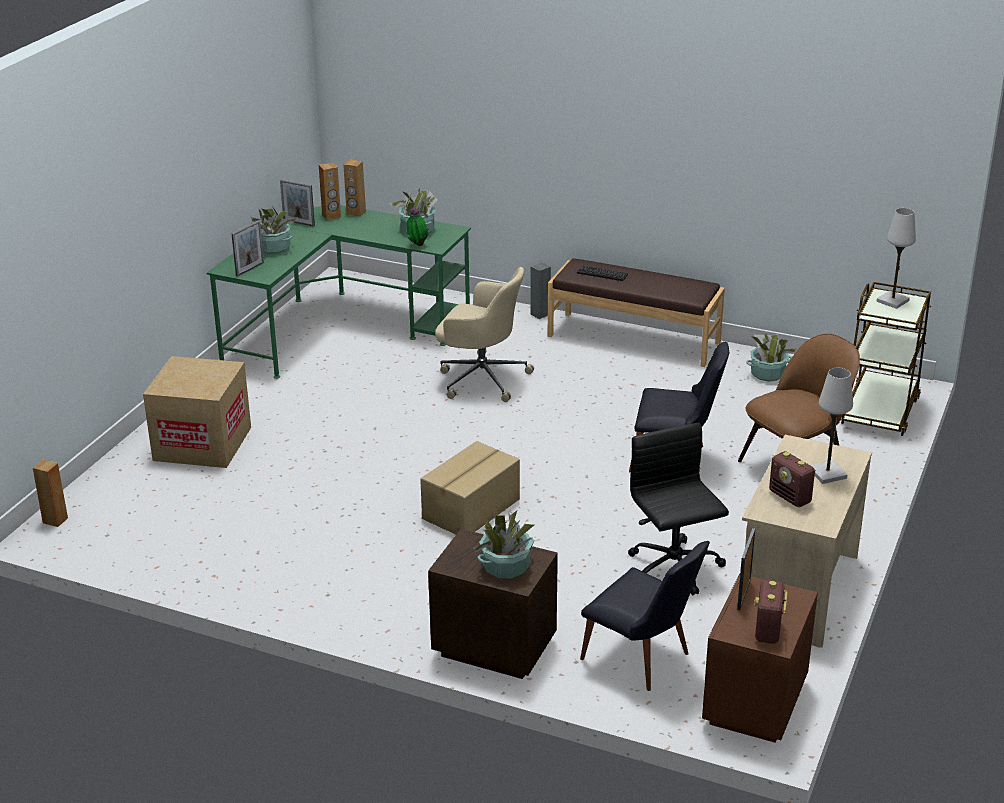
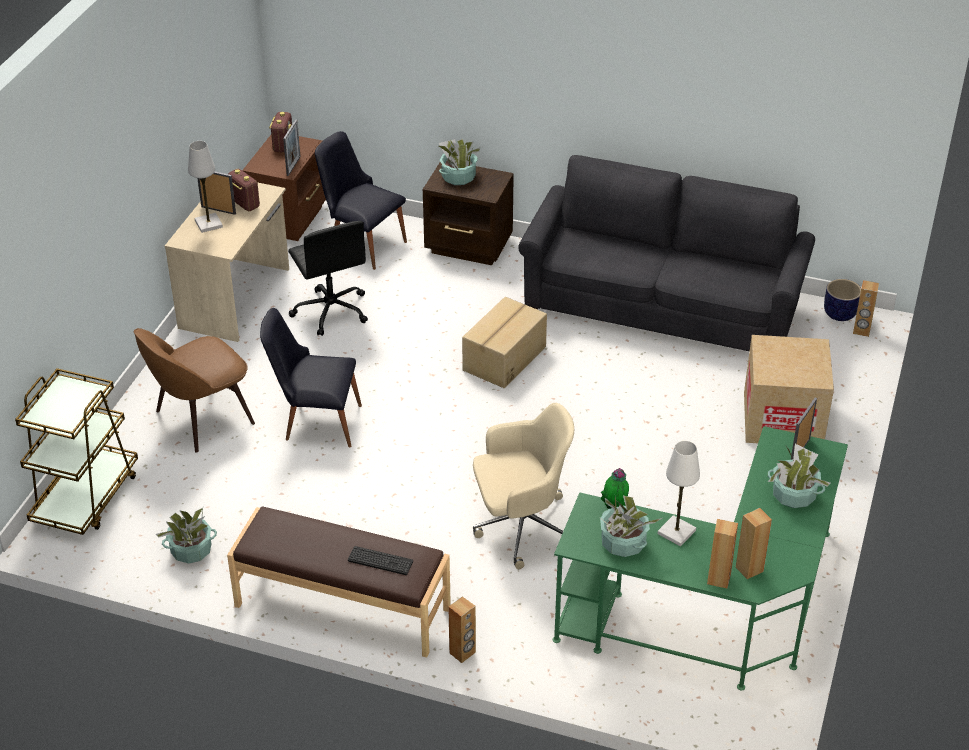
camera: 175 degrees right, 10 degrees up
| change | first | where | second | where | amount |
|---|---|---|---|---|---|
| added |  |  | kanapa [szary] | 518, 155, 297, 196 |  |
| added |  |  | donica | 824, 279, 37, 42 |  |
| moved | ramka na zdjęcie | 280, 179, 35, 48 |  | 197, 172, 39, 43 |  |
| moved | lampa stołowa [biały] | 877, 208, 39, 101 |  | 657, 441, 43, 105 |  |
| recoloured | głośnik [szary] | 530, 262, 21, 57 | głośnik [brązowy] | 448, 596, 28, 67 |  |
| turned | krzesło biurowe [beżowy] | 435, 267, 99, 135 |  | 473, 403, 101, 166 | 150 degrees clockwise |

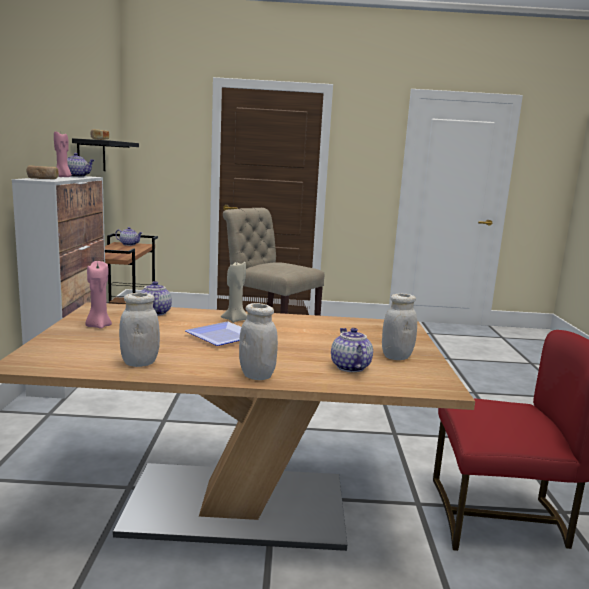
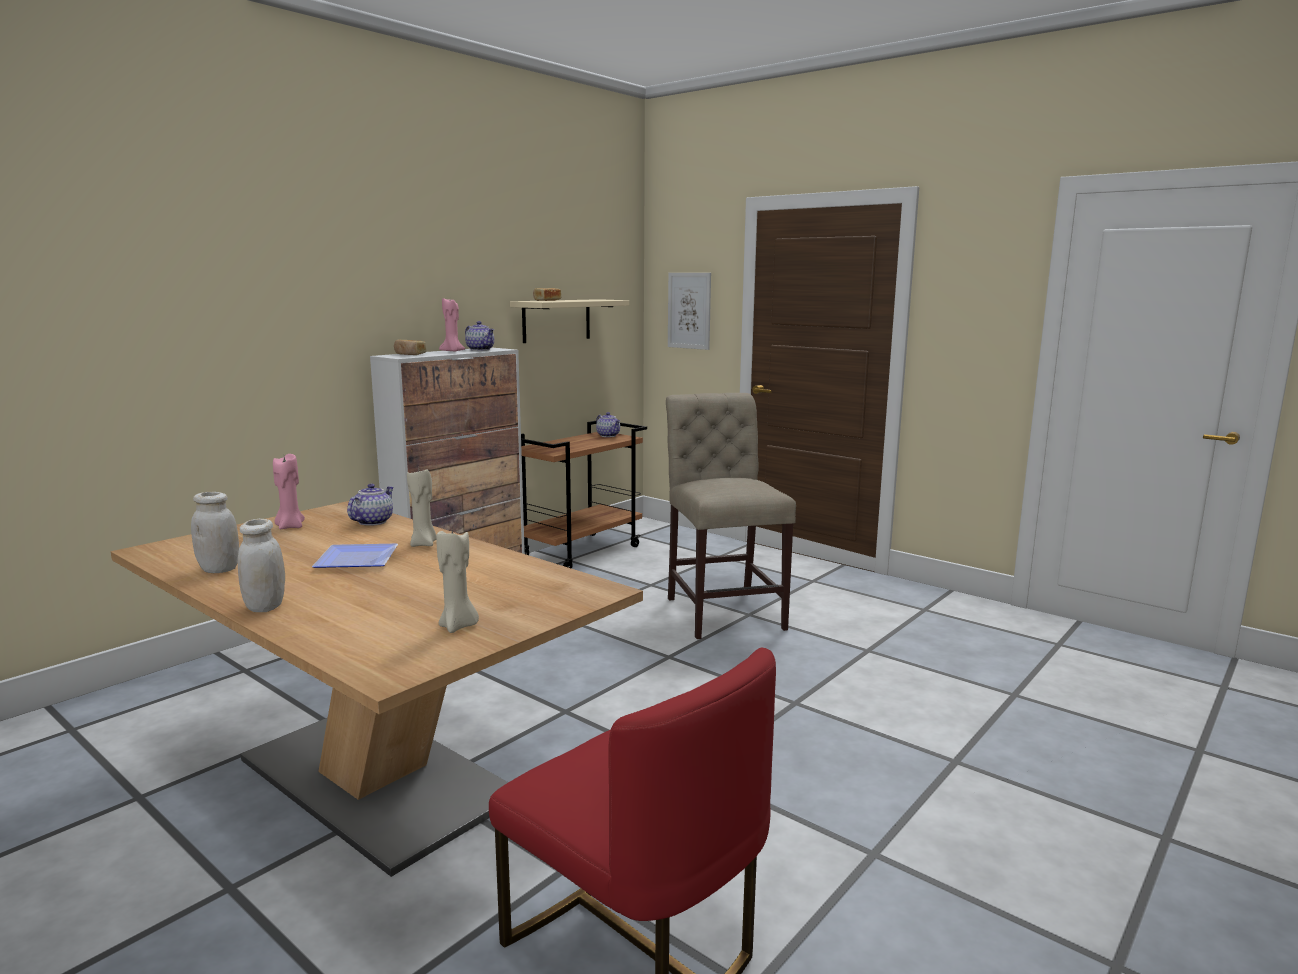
camera: 40 degrees right, 0 degrees up
| change | first | where | second | where | amount |
|---|---|---|---|---|---|
| removed | imbryk | 331, 328, 42, 44 |  |  |  |
| added |  |  | obraz | 668, 273, 43, 77 |  |
| replaced | słoik [biały] | 382, 294, 35, 66 | świeca [beżowy] | 436, 529, 43, 104 |  |
| recoloured | półka [czarny] | 72, 138, 67, 33 | półka [beżowy] | 510, 299, 119, 44 |  |

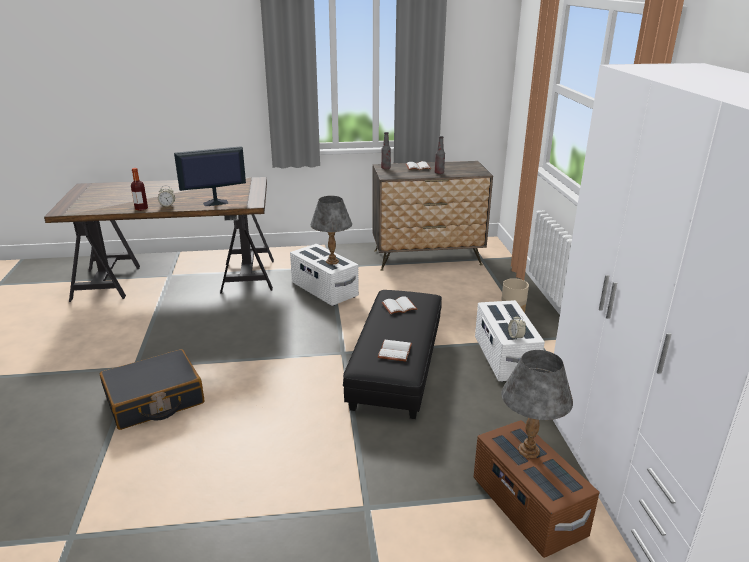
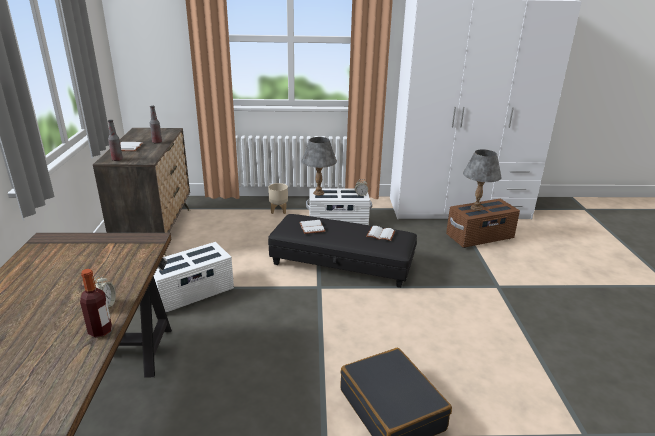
camera: 85 degrees left, 0 degrees up
| change | first | where | second | where | amount |
|---|---|---|---|---|---|
| removed | monitor | 174, 146, 72, 60 |  |  |  |
| moved | lampa stołowa [szary] | 311, 196, 41, 69 |  | 302, 137, 35, 59 |  |

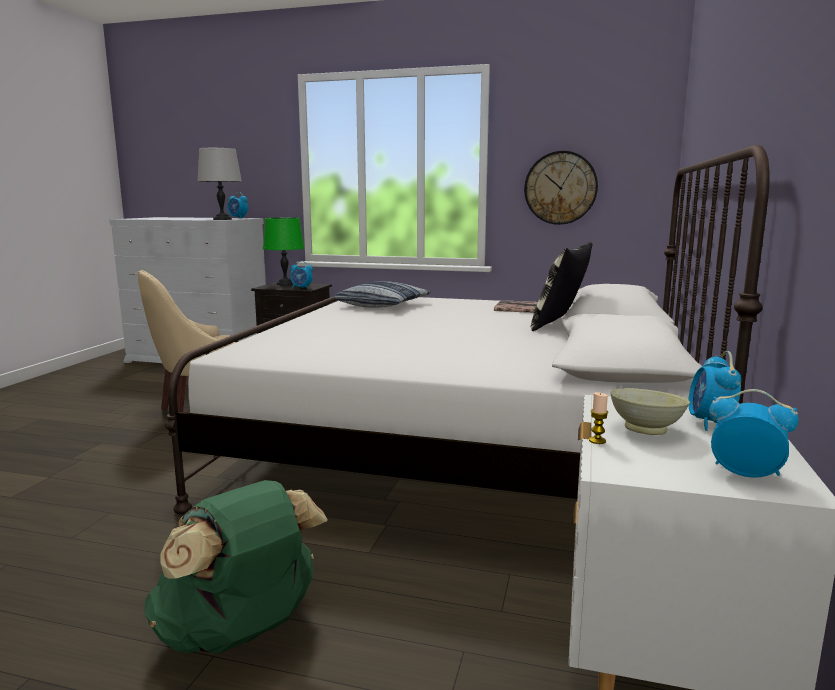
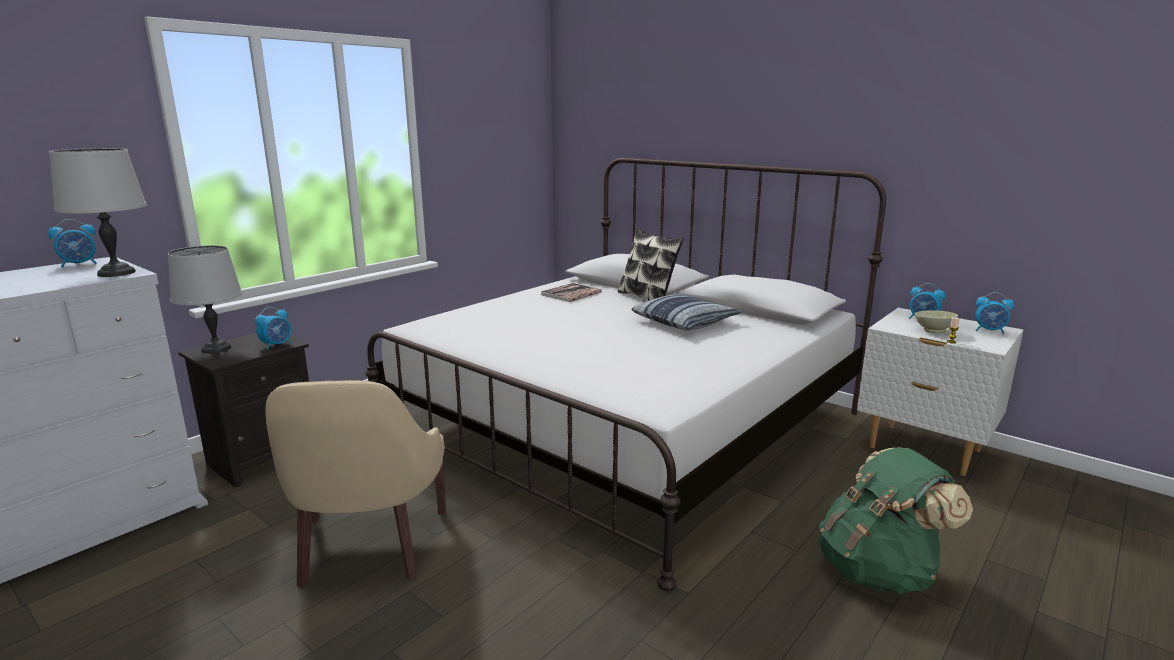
camera: 65 degrees left, 5 degrees up
| change | first | where | second | where | amount |
|---|---|---|---|---|---|
| removed | zegar ścienny | 524, 151, 74, 74 |  |  |  |
| moved | poduszka | 334, 281, 97, 27 |  | 632, 294, 109, 37 |  |
| recoloured | lampa stołowa [zielony] | 263, 217, 41, 68 | lampa stołowa [szary] | 168, 245, 74, 109 |  |
| turned | budzik | 709, 389, 90, 89 |  | 975, 292, 39, 42 | 120 degrees counterclockwise |

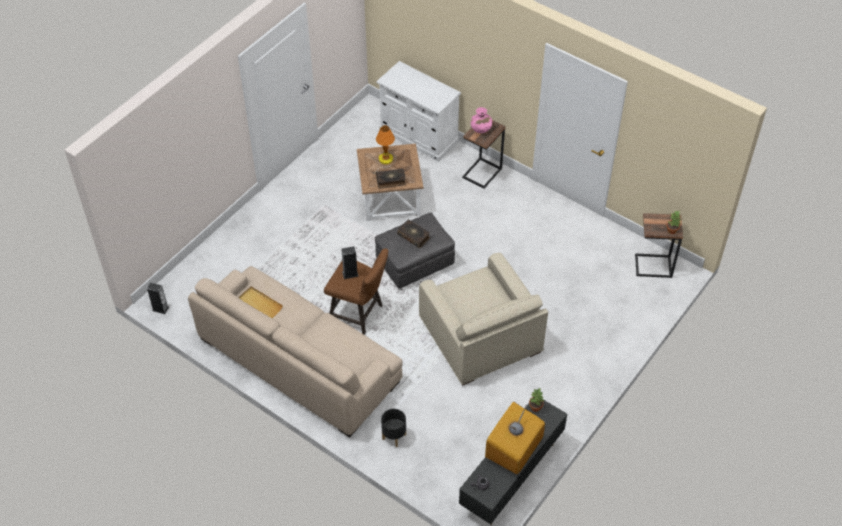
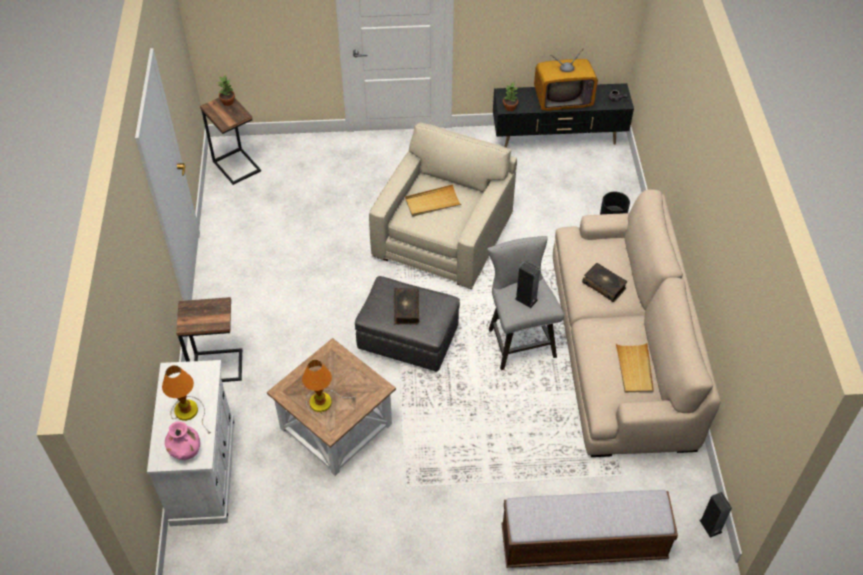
camera: 130 degrees left, 0 degrees up
| change | first | where | second | where | amount |
|---|---|---|---|---|---|
| added |  |  | lampa stołowa | 162, 365, 48, 69 |  |
| added |  |  | taca [beżowy] | 405, 184, 57, 32 |  |
| added |  |  | ławka | 501, 490, 177, 78 |  |
| moved | książka | 376, 168, 30, 21 |  | 582, 263, 45, 39 |  |
| moved | wazon [różowy] | 471, 107, 21, 26 |  | 165, 421, 35, 39 |  |
| recoloured | stołek [brązowy] | 324, 248, 64, 87 | stołek [szary] | 487, 236, 77, 134 |  |

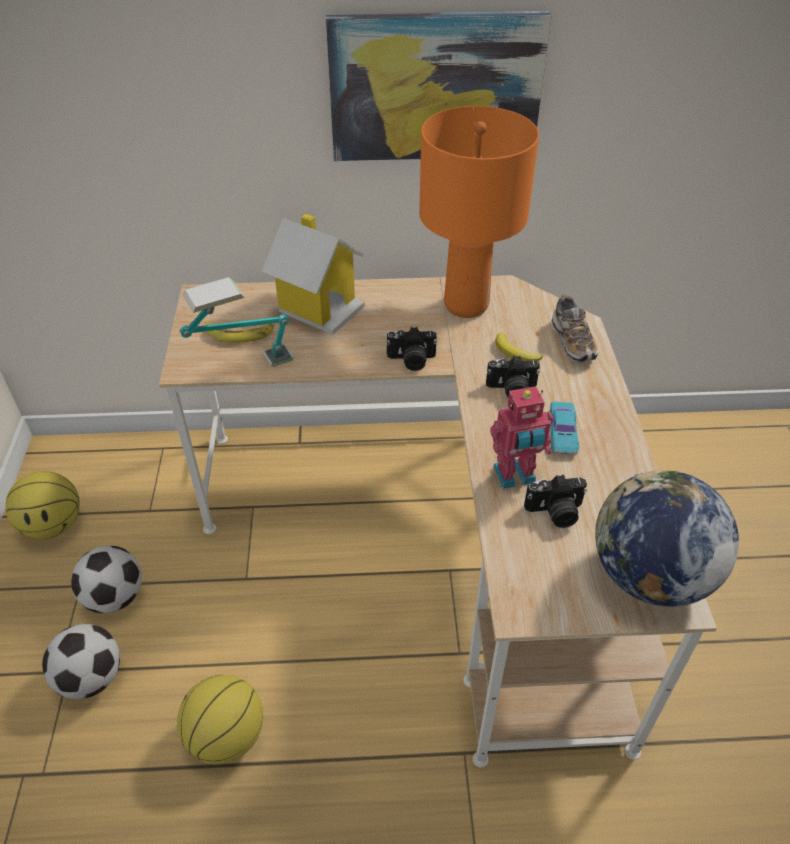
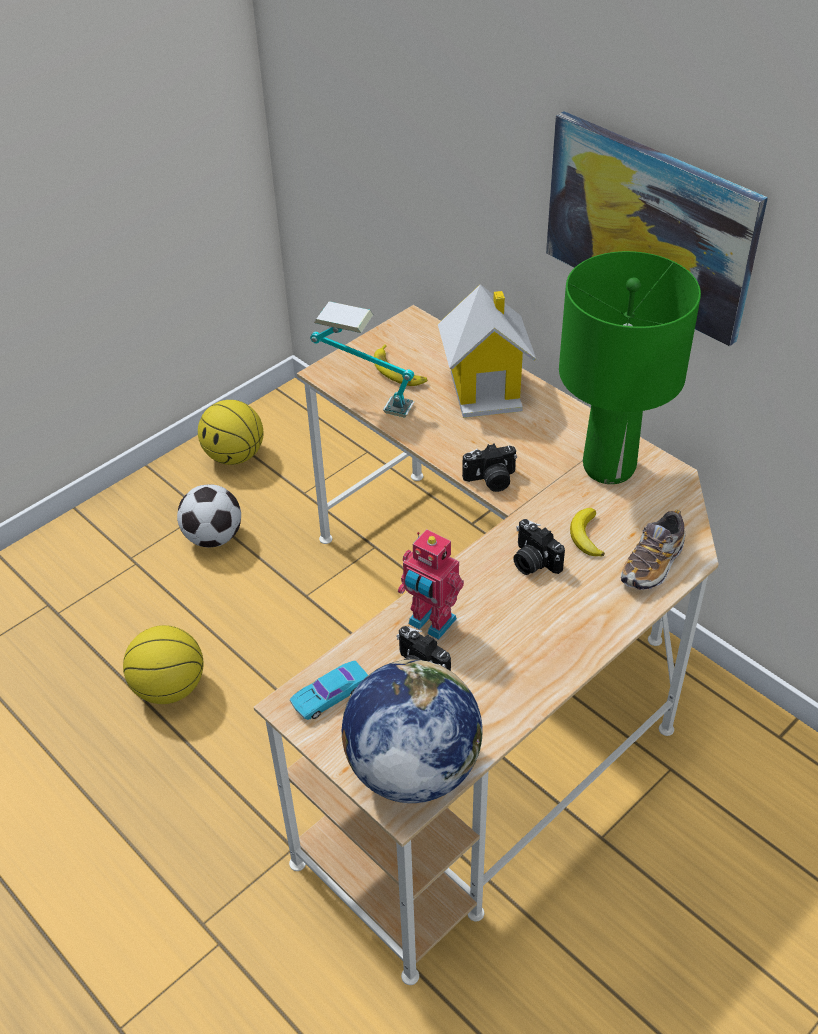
camera: 50 degrees right, 0 degrees up
| change | first | where | second | where | amount |
|---|---|---|---|---|---|
| removed | piłka futbolowa | 42, 624, 78, 75 |  |  |  |
| moved | samochodzik [turkusowy] | 550, 402, 29, 52 |  | 290, 661, 78, 59 |  |
| recoloured | lampa stołowa [pomarańczowy] | 419, 106, 120, 212 | lampa stołowa [zielony] | 559, 251, 142, 233 |  |
| turned | aparat fotograficzny | 386, 327, 51, 44 |  | 462, 443, 55, 49 | 60 degrees counterclockwise |

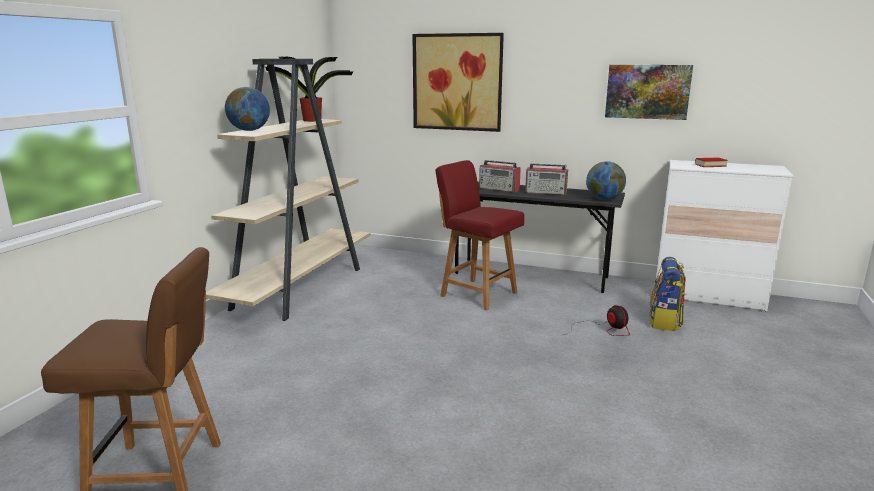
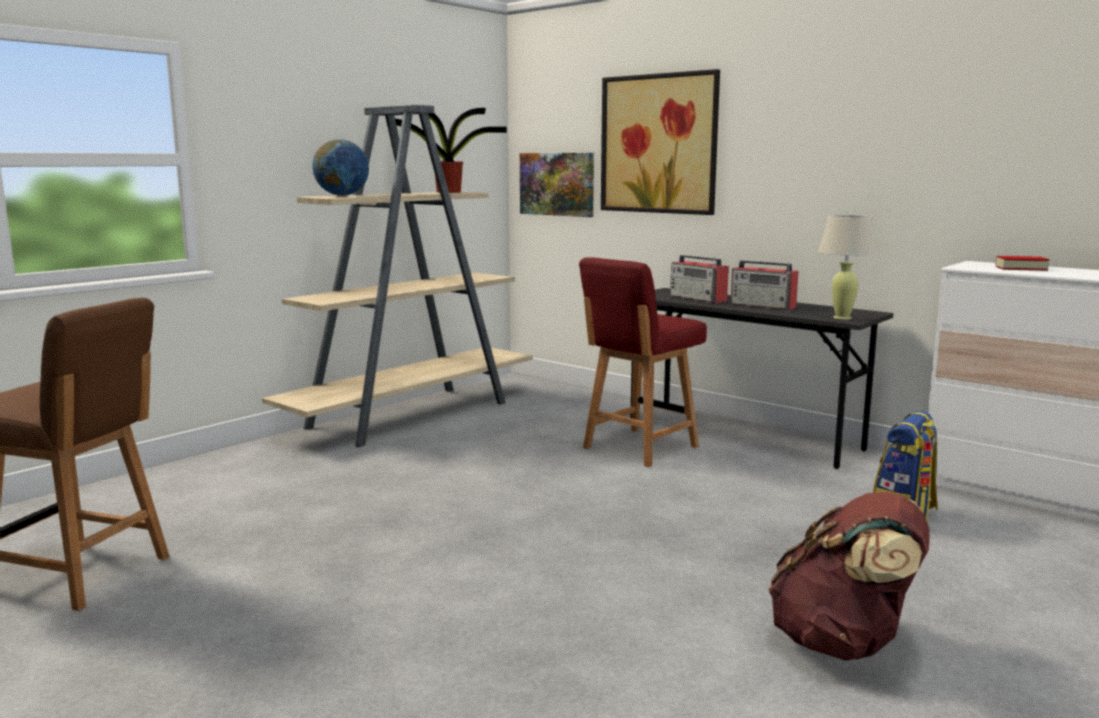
camera: 20 degrees right, 5 degrees down
| change | first | where | second | where | amount |
|---|---|---|---|---|---|
| removed | wentylator | 564, 305, 66, 31 |  |  |  |
| added |  |  | plecak [brązowy] | 768, 492, 162, 169 |  |
| moved | obraz | 605, 65, 88, 55 |  | 520, 153, 74, 64 |  |
| replaced | globus | 586, 161, 40, 39 | lampa stołowa [beżowy] | 818, 215, 59, 105 |  |
| turned | krzesło [czerwony] | 435, 160, 89, 150 |  | 579, 257, 128, 210 | 105 degrees counterclockwise |

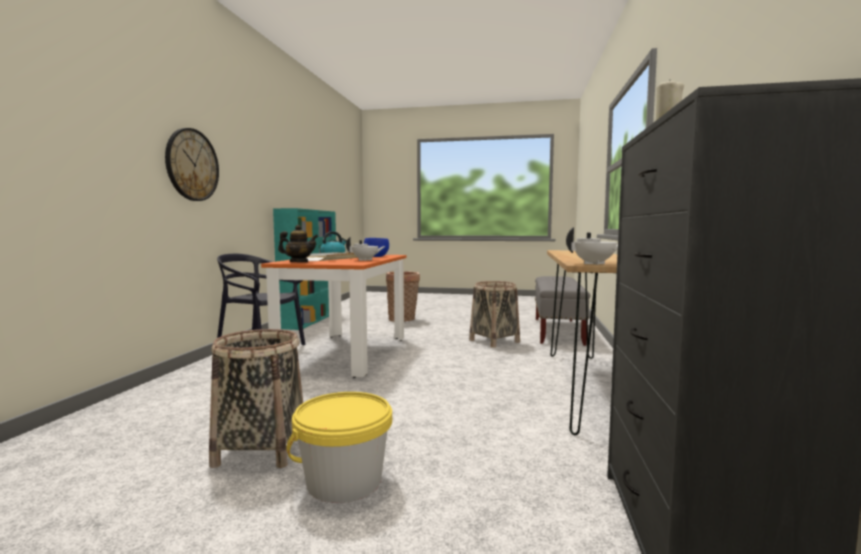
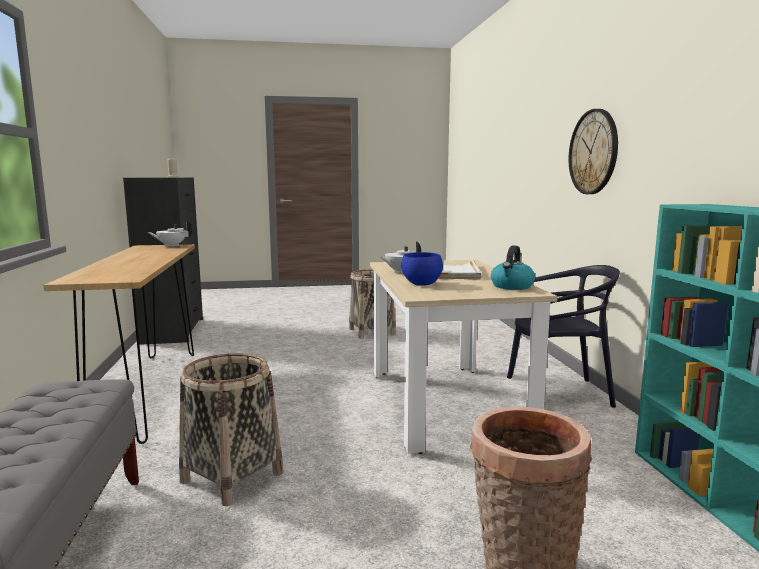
camera: 160 degrees right, 5 degrees up
| change | first | where | second | where | amount |
|---|---|---|---|---|---|
| removed | imbryk | 278, 225, 40, 37 |  |  |  |
| removed | wiadro [żółty] | 286, 392, 106, 111 |  |  |  |
| recoloured | stół jadalny [pomarańczowy] | 261, 255, 146, 123 | stół jadalny [beżowy] | 370, 260, 188, 194 |  |

